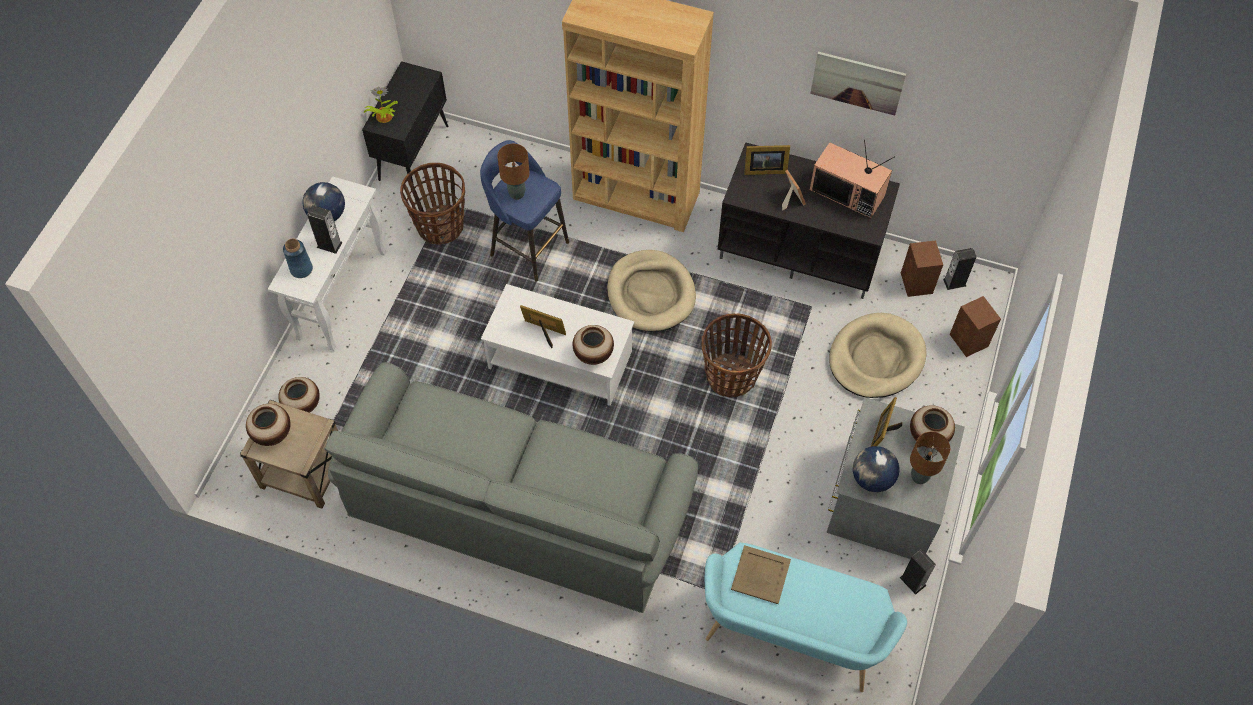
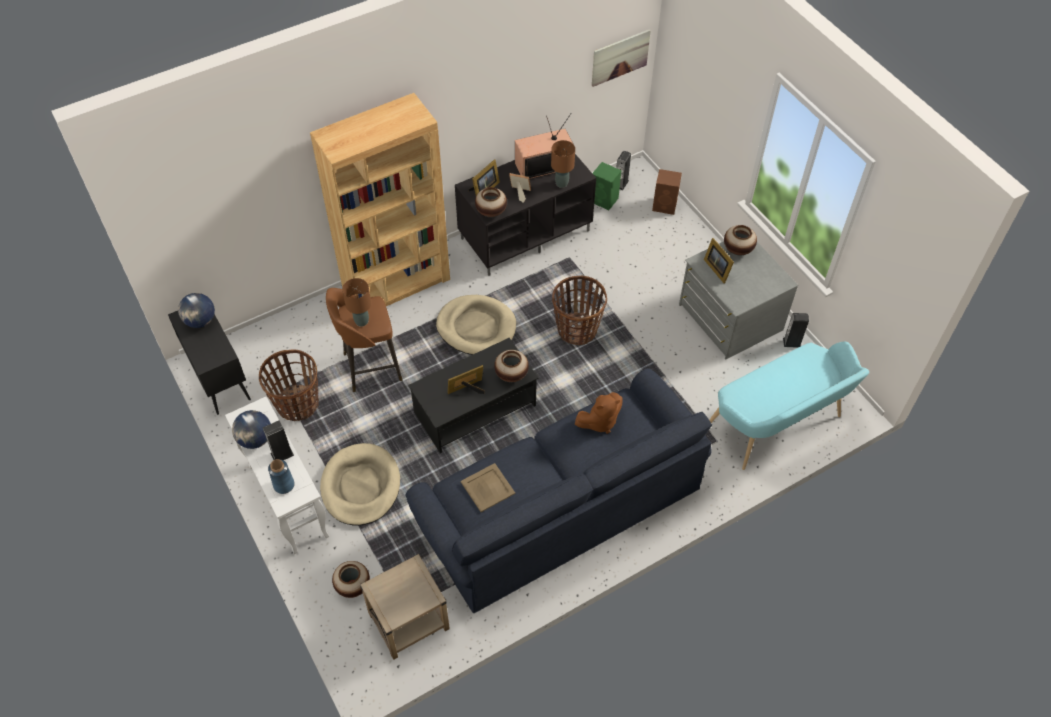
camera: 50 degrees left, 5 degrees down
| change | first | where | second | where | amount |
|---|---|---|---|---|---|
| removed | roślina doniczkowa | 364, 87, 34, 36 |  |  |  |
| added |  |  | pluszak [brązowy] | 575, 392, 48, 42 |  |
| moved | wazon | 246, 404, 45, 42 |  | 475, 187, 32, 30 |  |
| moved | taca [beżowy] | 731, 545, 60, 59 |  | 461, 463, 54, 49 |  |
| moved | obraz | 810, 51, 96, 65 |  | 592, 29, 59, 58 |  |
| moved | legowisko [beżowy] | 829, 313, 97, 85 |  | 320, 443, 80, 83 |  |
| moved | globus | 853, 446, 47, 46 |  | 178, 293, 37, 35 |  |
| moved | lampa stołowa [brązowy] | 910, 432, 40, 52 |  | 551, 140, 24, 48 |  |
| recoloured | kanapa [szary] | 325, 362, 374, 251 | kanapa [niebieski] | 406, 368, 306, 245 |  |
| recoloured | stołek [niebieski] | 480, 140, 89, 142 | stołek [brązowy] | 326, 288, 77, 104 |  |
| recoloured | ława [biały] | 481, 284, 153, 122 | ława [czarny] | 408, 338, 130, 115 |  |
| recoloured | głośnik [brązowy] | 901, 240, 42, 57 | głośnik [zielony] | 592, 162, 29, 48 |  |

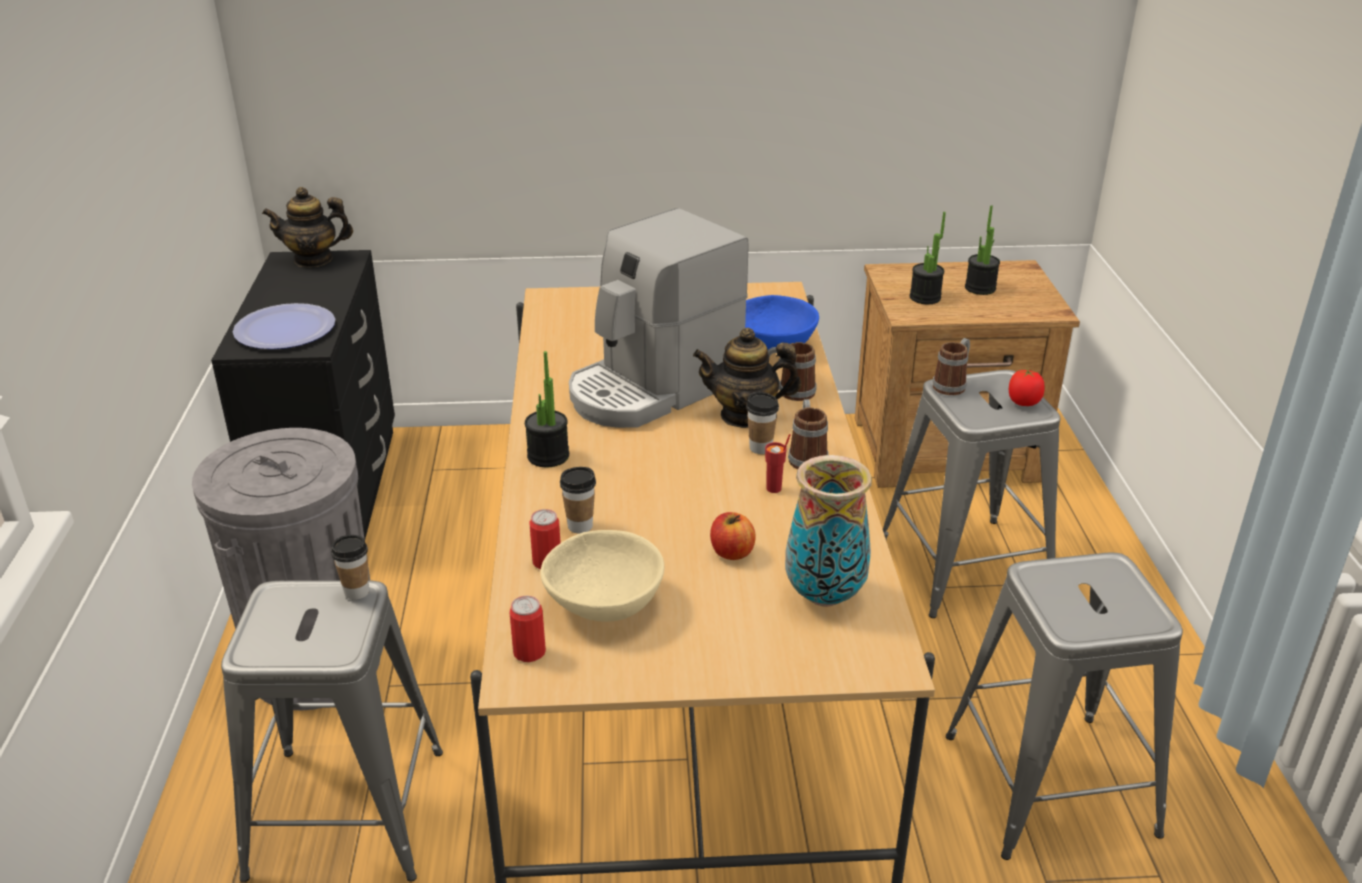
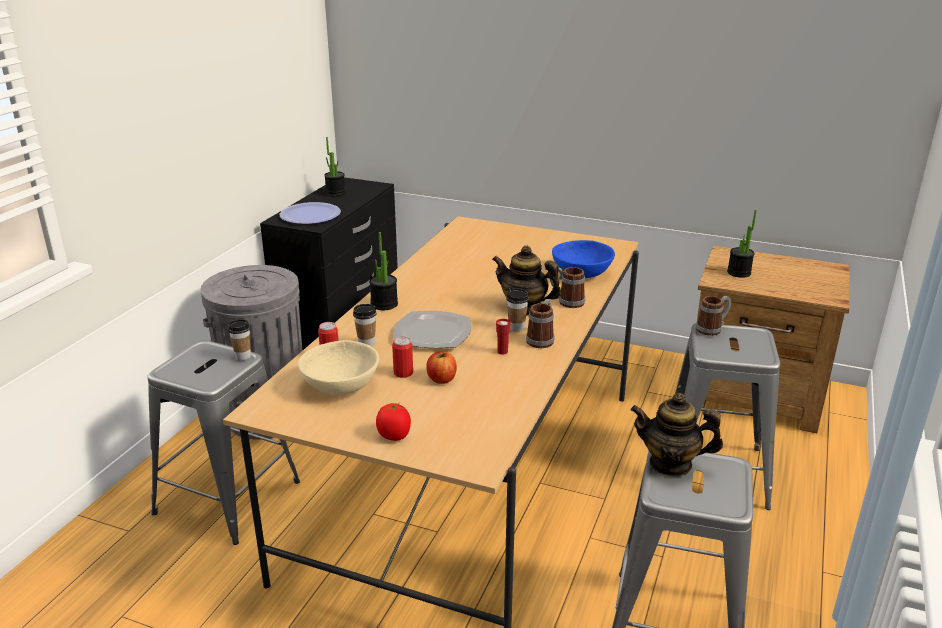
camera: 25 degrees right, 5 degrees down
| change | first | where | second | where | amount |
|---|---|---|---|---|---|
| removed | ekspres do kawy | 569, 208, 180, 220 |  |  |  |
| removed | wazon | 785, 455, 87, 152 |  |  |  |
| added |  |  | talerz | 393, 311, 78, 37 |  |
| moved | imbryk | 262, 187, 91, 81 |  | 631, 393, 92, 84 |  |
| moved | puszka | 509, 596, 37, 66 |  | 392, 337, 21, 41 |  |
| moved | roślina doniczkowa | 965, 205, 35, 90 |  | 324, 137, 22, 60 |  |
| moved | pomidor | 1009, 369, 36, 37 |  | 376, 403, 35, 38 |  |

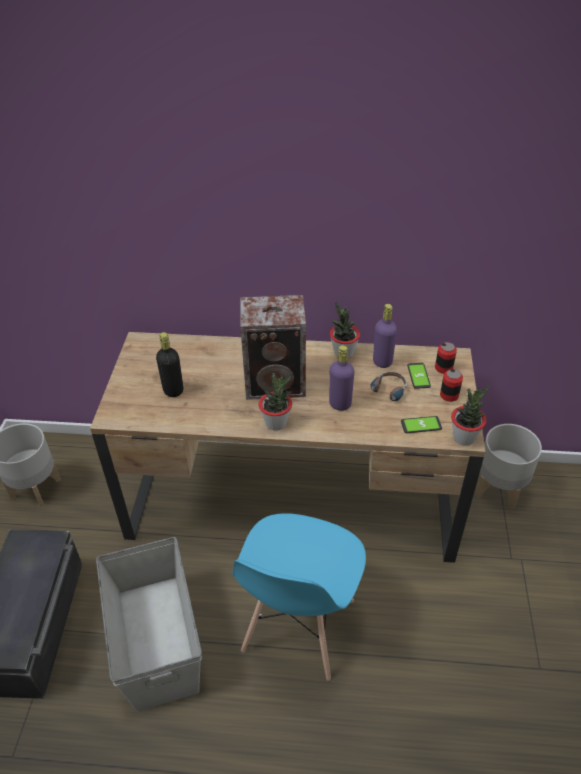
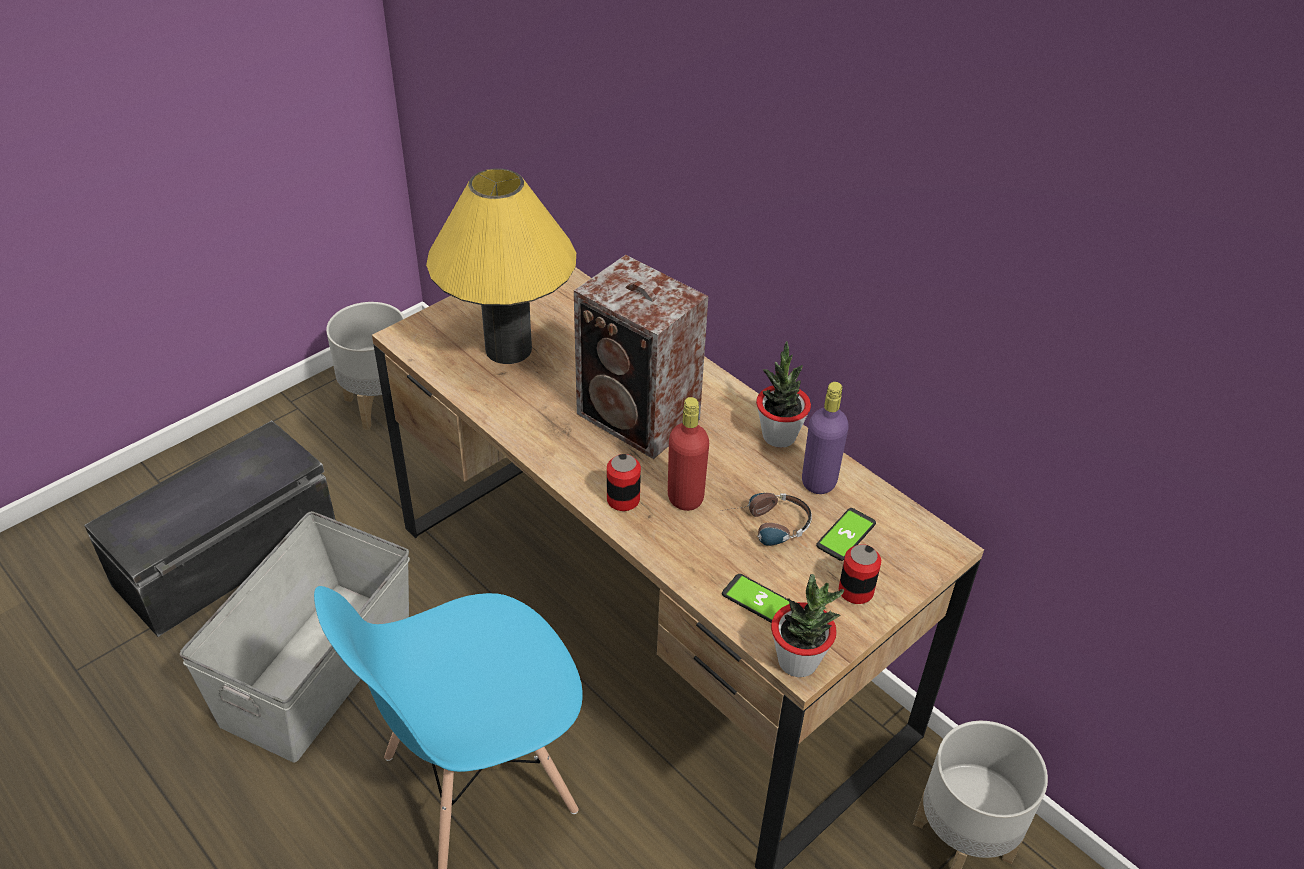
camera: 40 degrees right, 0 degrees up
| change | first | where | second | where | amount |
|---|---|---|---|---|---|
| removed | roślina doniczkowa | 258, 373, 34, 58 |  |  |  |
| moved | puszka | 435, 342, 22, 32 |  | 607, 454, 34, 57 |  |
| replaced | butelka [czarny] | 156, 332, 27, 65 | lampa stołowa [żółty] | 426, 168, 150, 196 |  |
| recoloured | butelka [fioletowy] | 329, 345, 25, 66 | butelka [czerwony] | 668, 397, 41, 114 |  |

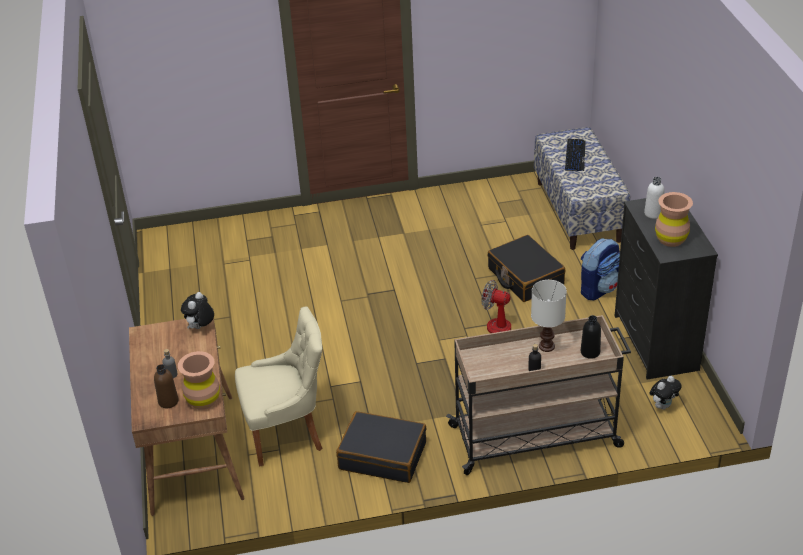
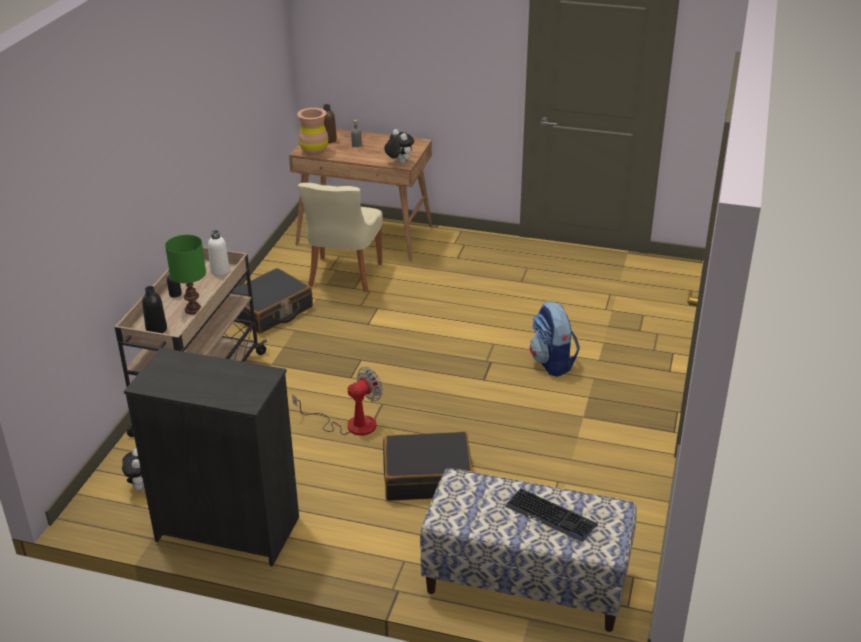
camera: 115 degrees right, 5 degrees down
| change | first | where | second | where | amount |
|---|---|---|---|---|---|
| removed | wazon [brązowy] | 655, 192, 38, 55 |  |  |  |
| moved | plecak | 581, 238, 39, 62 |  | 530, 301, 50, 76 |  |
| moved | butelka [biały] | 644, 177, 20, 42 |  | 208, 230, 22, 46 |  |
| recoloured | lampa stołowa [biały] | 531, 280, 36, 72 | lampa stołowa [zielony] | 165, 235, 41, 80 |  |

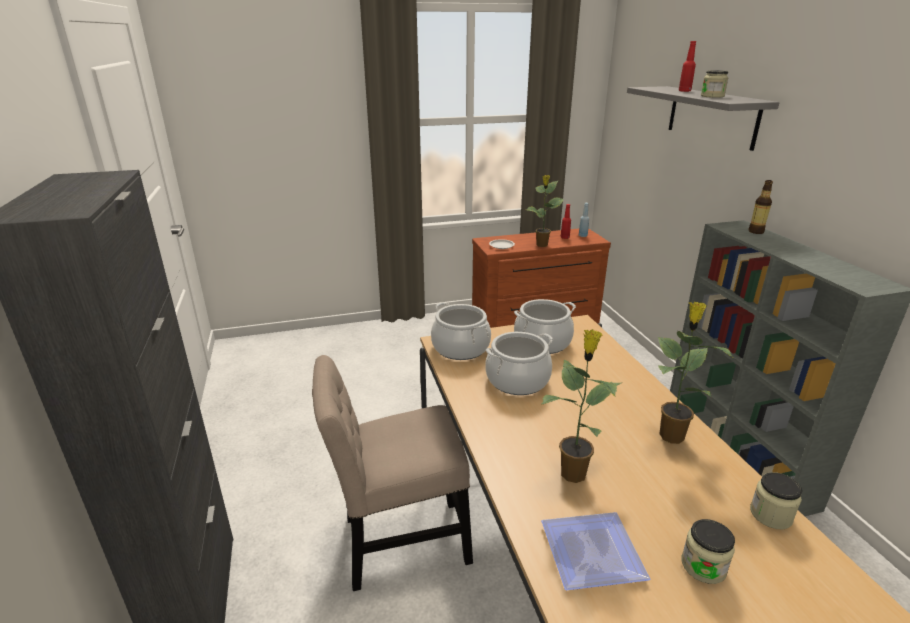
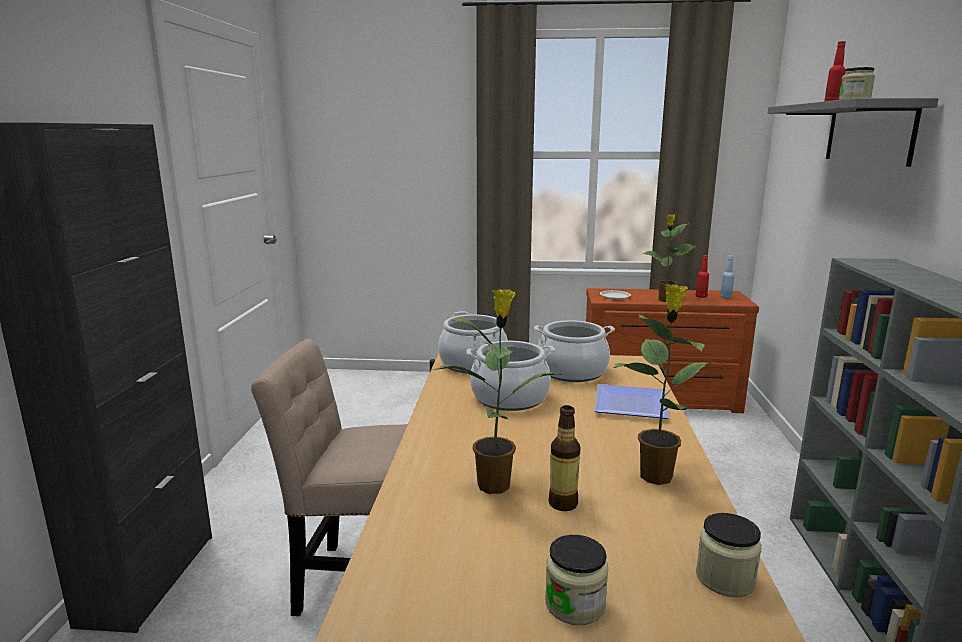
camera: 20 degrees right, 10 degrees down
| change | first | where | second | where | amount |
|---|---|---|---|---|---|
| moved | talerz | 541, 512, 109, 78 |  | 594, 384, 75, 35 |  |
| moved | butelka | 748, 180, 25, 54 |  | 548, 405, 33, 106 |  |

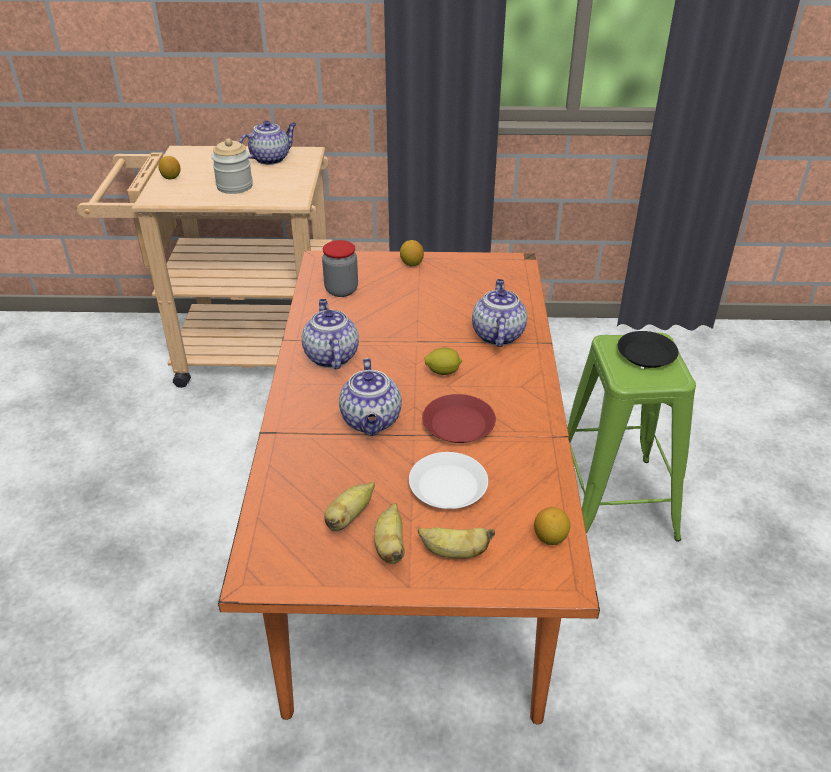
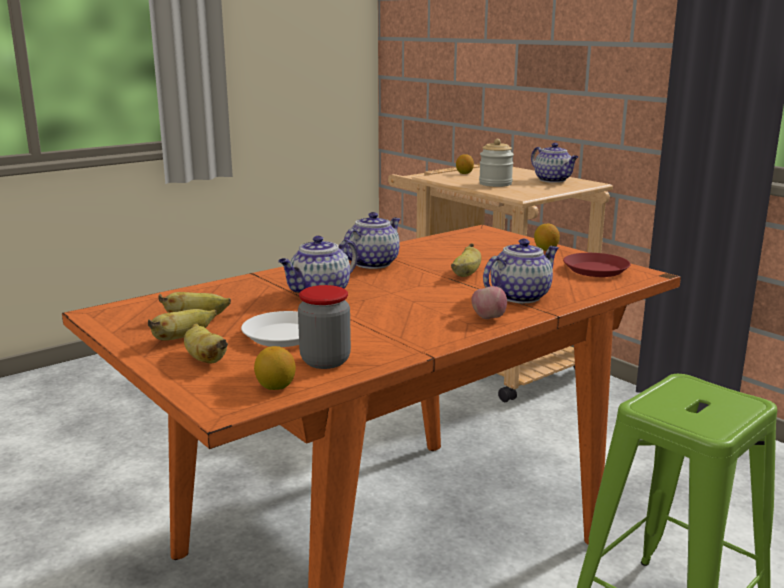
camera: 50 degrees right, 20 degrees down
| change | first | where | second | where | amount |
|---|---|---|---|---|---|
| removed | cytryna | 424, 347, 38, 28 |  |  |  |
| removed | talerz [czarny] | 618, 331, 61, 37 |  |  |  |
| added |  |  | banan | 451, 243, 30, 34 |  |
| added |  |  | jabłko | 471, 286, 36, 33 |  |
| moved | słoik | 322, 240, 36, 57 |  | 298, 285, 53, 84 |  |
| moved | talerz [czerwony] | 422, 394, 74, 49 |  | 563, 253, 68, 24 |  |
| turned | imbryk | 239, 120, 57, 45 |  | 531, 143, 47, 40 | 45 degrees clockwise |

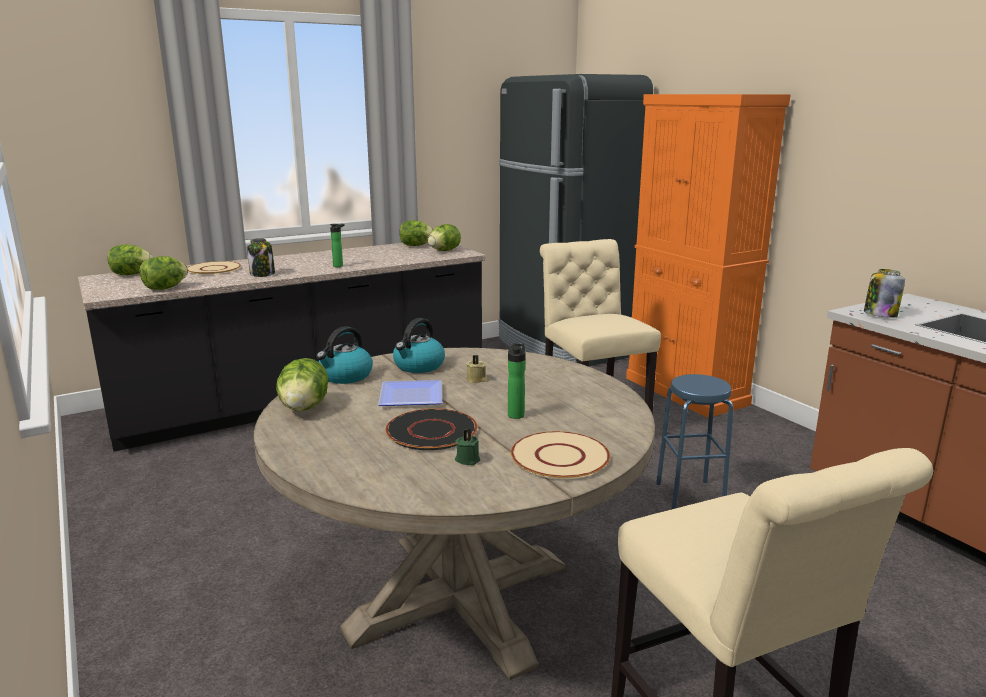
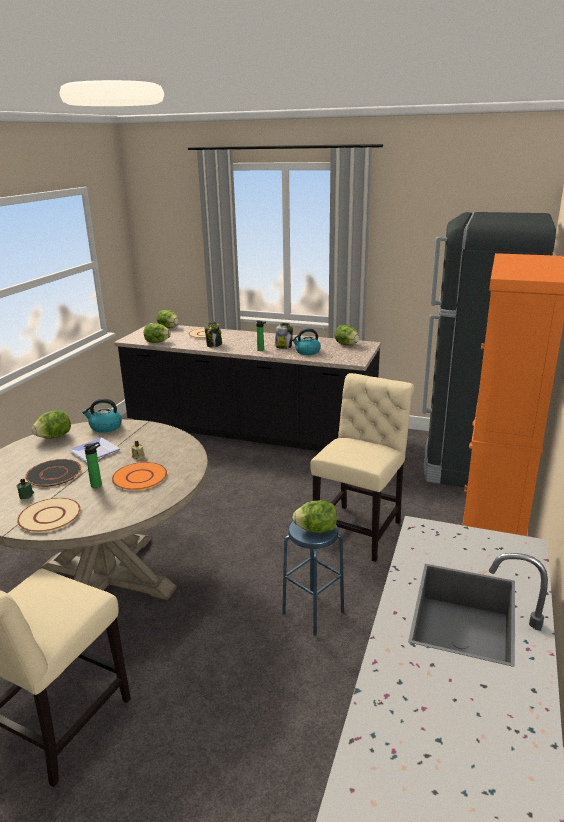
camera: 50 degrees right, 5 degrees up
| change | first | where | second | where | amount |
|---|---|---|---|---|---|
| added |  |  | talerz [pomarańczowy] | 112, 462, 55, 28 |  |
| moved | czajnik | 393, 318, 52, 55 |  | 292, 328, 29, 27 |  |
| moved | sałata | 428, 224, 33, 27 |  | 292, 500, 45, 33 |  |
| moved | słoik | 864, 269, 41, 49 |  | 275, 323, 18, 26 |  |

